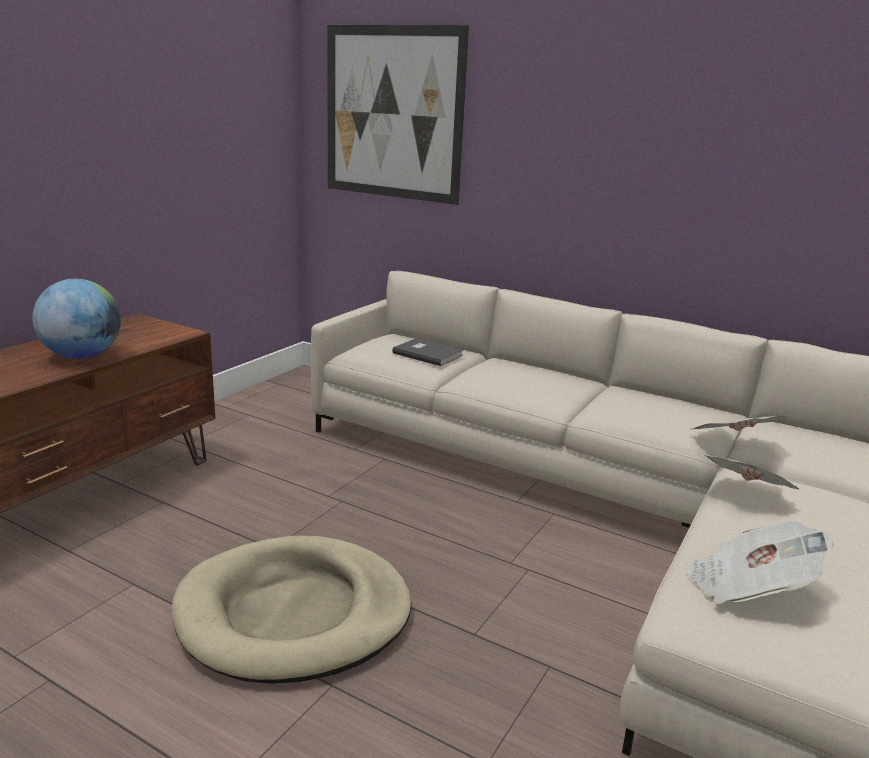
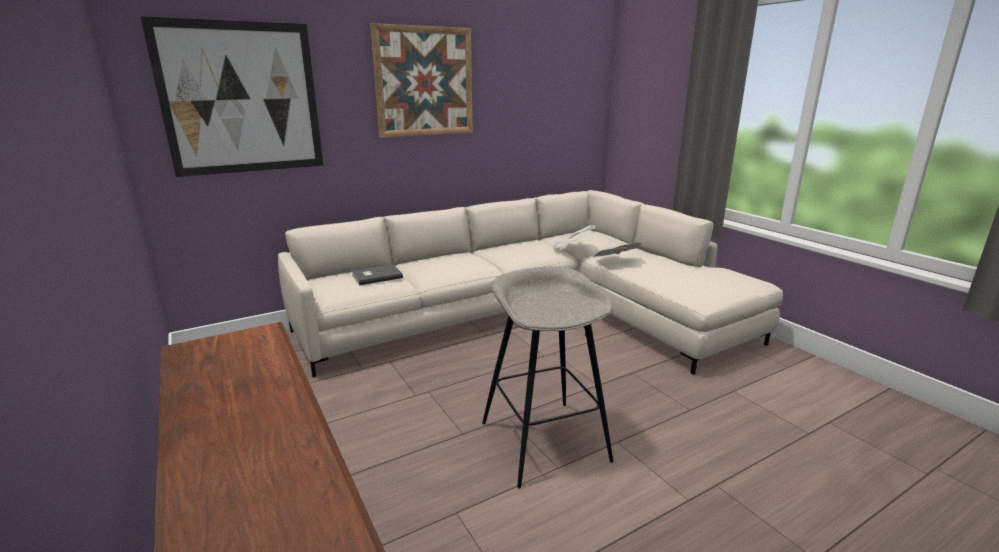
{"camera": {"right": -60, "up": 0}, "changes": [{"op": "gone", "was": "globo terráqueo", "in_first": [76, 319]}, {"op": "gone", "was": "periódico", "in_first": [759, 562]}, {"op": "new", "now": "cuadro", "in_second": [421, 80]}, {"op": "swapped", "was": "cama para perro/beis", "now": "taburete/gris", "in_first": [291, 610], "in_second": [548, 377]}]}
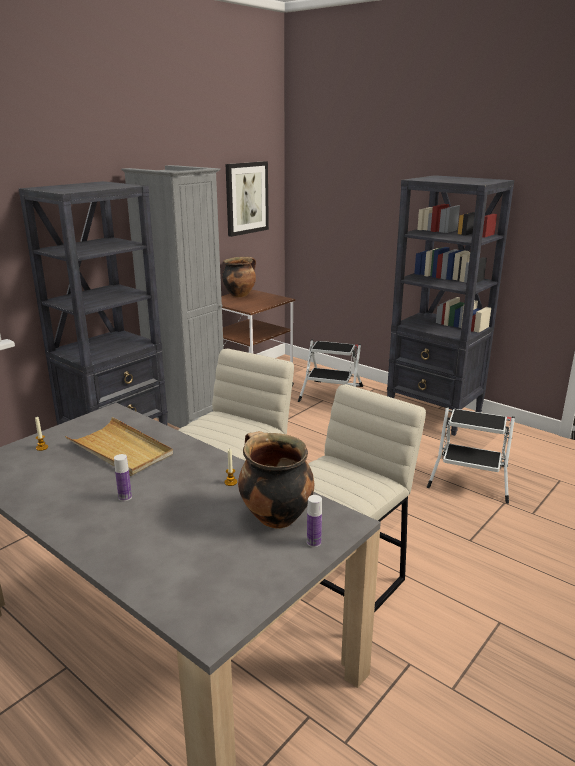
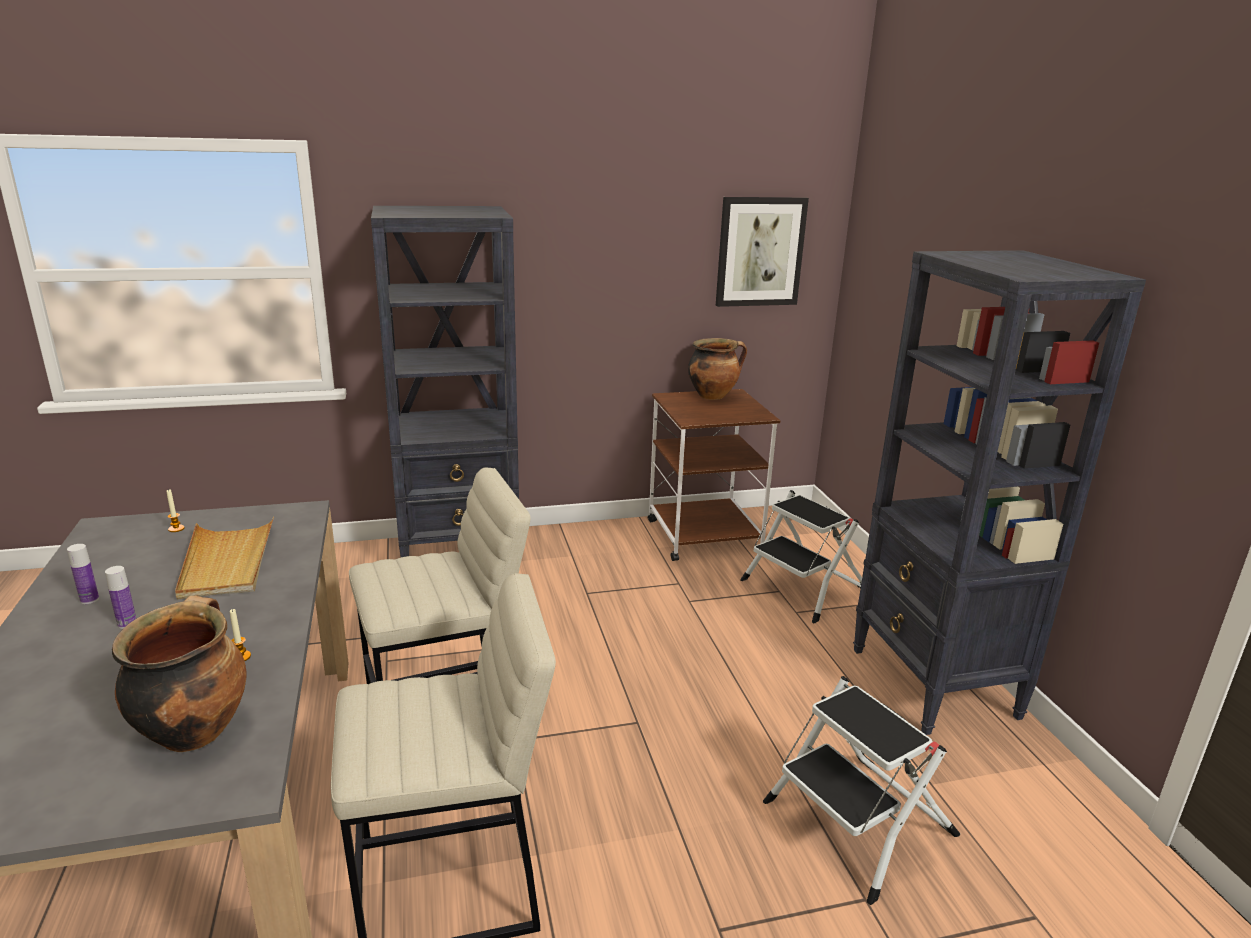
{"camera": {"right": 35, "up": 0}, "changes": [{"op": "gone", "was": "armario/gris", "in_first": [172, 296]}, {"op": "shifted", "was": "botella", "in_first": [314, 521], "in_second": [83, 574]}]}
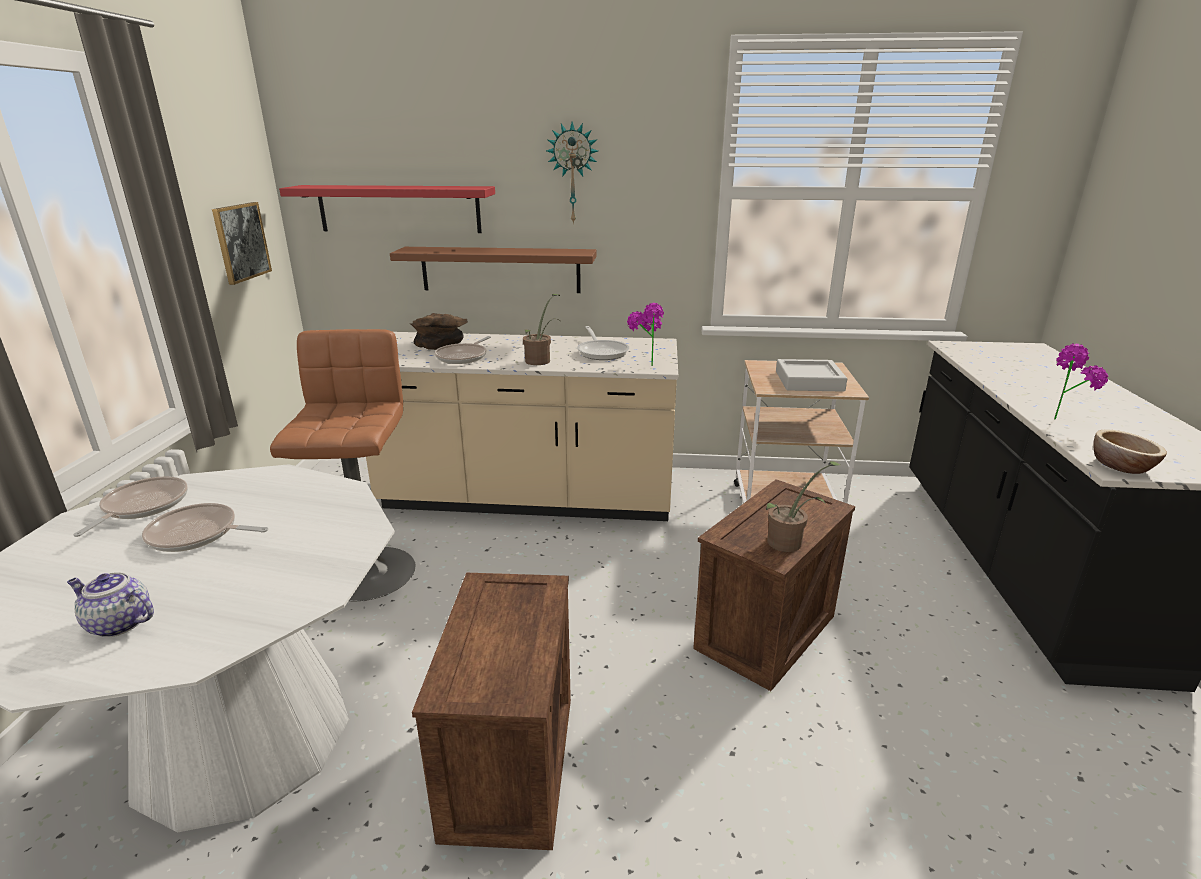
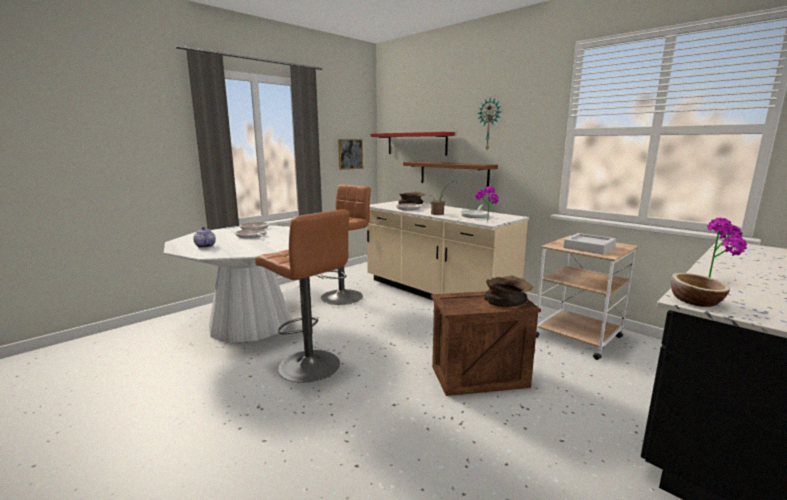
{"camera": {"right": 40, "up": -10}, "changes": [{"op": "gone", "was": "planta en maceta", "in_first": [804, 506]}, {"op": "new", "now": "cuenco/marrón", "in_second": [509, 291]}, {"op": "swapped", "was": "caja de embalaje", "now": "taburete/marrón", "in_first": [491, 711], "in_second": [302, 296]}]}
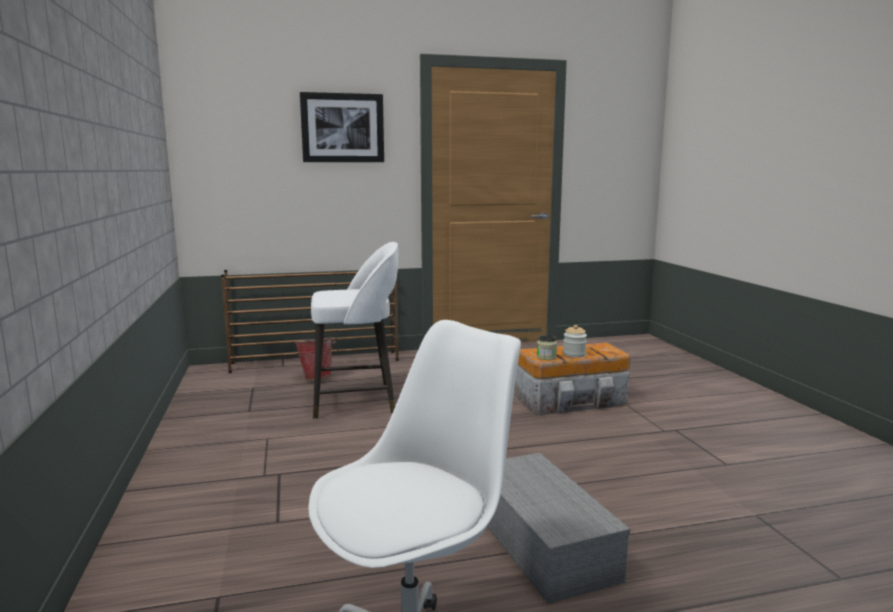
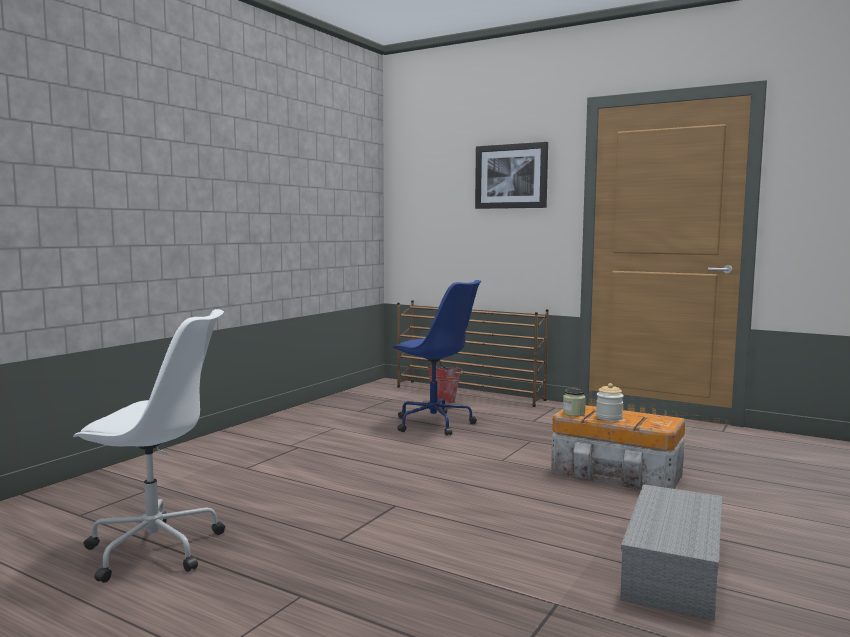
{"camera": {"right": 45, "up": -5}, "changes": [{"op": "shifted", "was": "caja de almacenaje/gris", "in_first": [558, 528], "in_second": [671, 552]}, {"op": "swapped", "was": "taburete/blanco", "now": "silla de oficina/azul", "in_first": [354, 330], "in_second": [437, 358]}]}
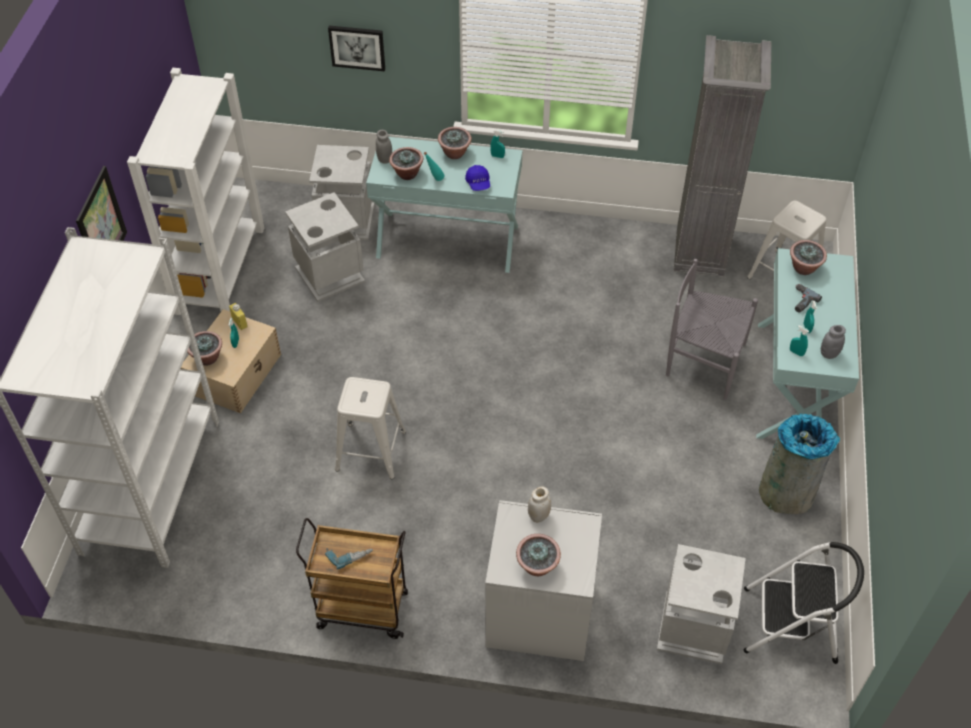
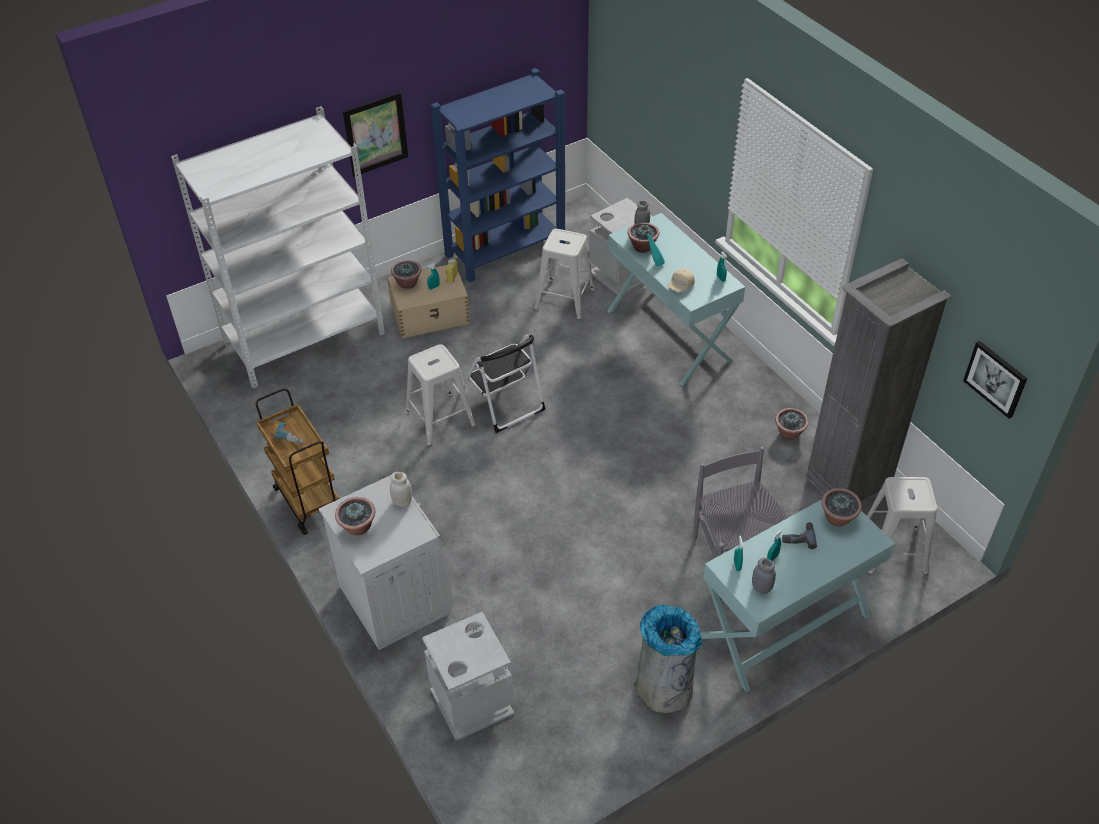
{"camera": {"right": 50, "up": -5}, "changes": [{"op": "shifted", "was": "cuadro", "in_first": [356, 48], "in_second": [995, 380]}, {"op": "shifted", "was": "planta en maceta", "in_first": [455, 143], "in_second": [792, 424]}, {"op": "shifted", "was": "escalera de tijera", "in_first": [804, 603], "in_second": [504, 384]}, {"op": "swapped", "was": "papelera/gris", "now": "taburete/blanco", "in_first": [325, 247], "in_second": [564, 274]}, {"op": "repainted", "was": "estantería/blanco", "now": "estantería/azul", "in_first": [195, 191], "in_second": [498, 175]}, {"op": "repainted", "was": "gorra/azul", "now": "gorra/beis", "in_first": [477, 178], "in_second": [681, 280]}]}
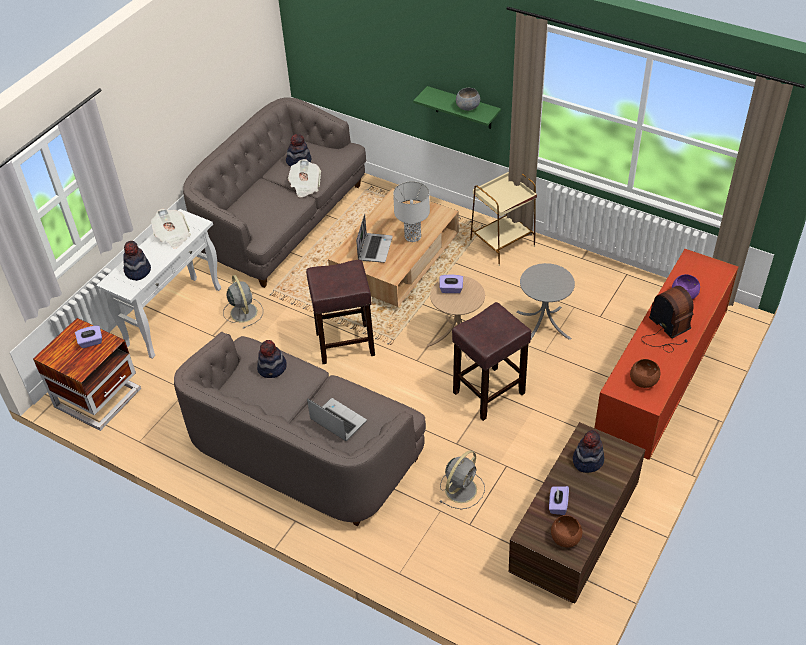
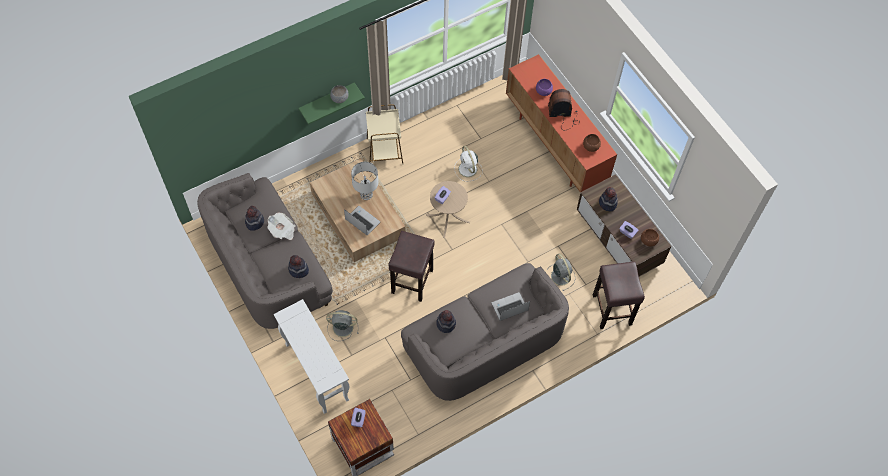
{"camera": {"right": -65, "up": 15}, "changes": [{"op": "gone", "was": "periódico", "in_first": [171, 229]}, {"op": "shifted", "was": "sombrero", "in_first": [137, 261], "in_second": [298, 266]}, {"op": "shifted", "was": "taburete/marrón", "in_first": [492, 361], "in_second": [619, 295]}, {"op": "swapped", "was": "mesa auxiliar/gris", "now": "ventilador/blanco", "in_first": [546, 301], "in_second": [468, 164]}]}
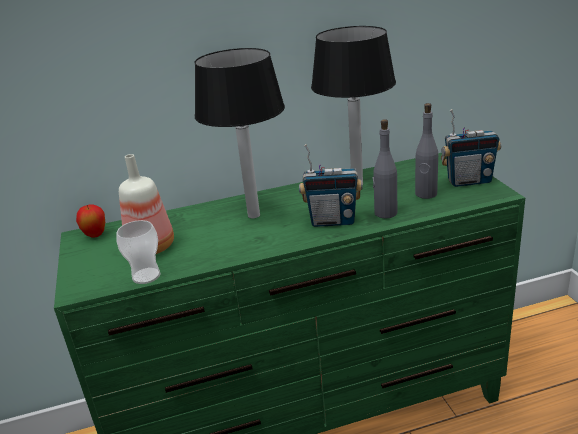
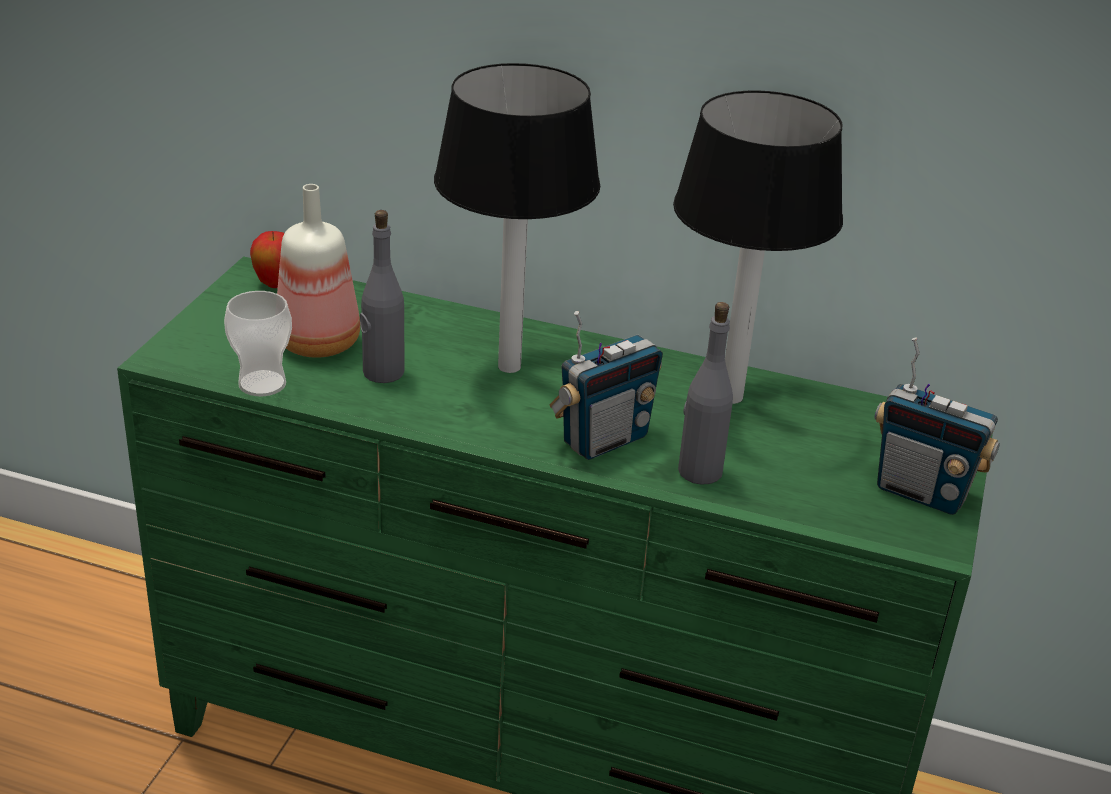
{"camera": {"right": 30, "up": 5}, "changes": [{"op": "shifted", "was": "botella/gris", "in_first": [426, 151], "in_second": [382, 296]}, {"op": "rotated", "was": "radio", "in_first": [330, 185], "in_second": [606, 385], "clockwise": -75}]}
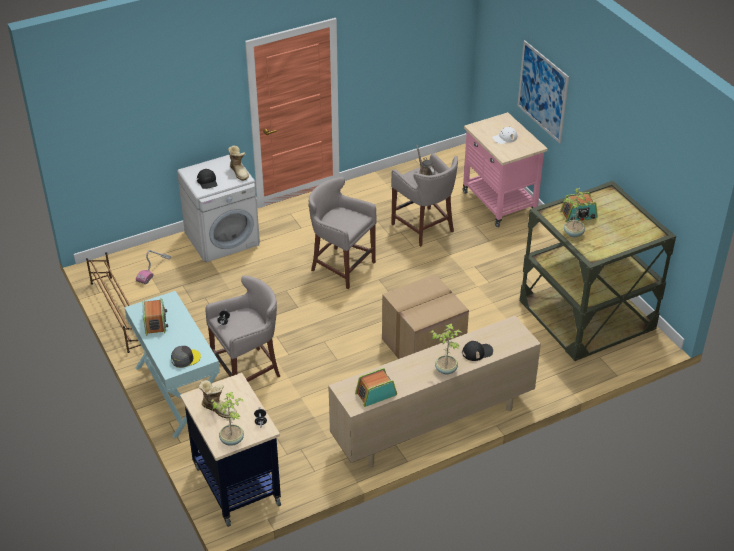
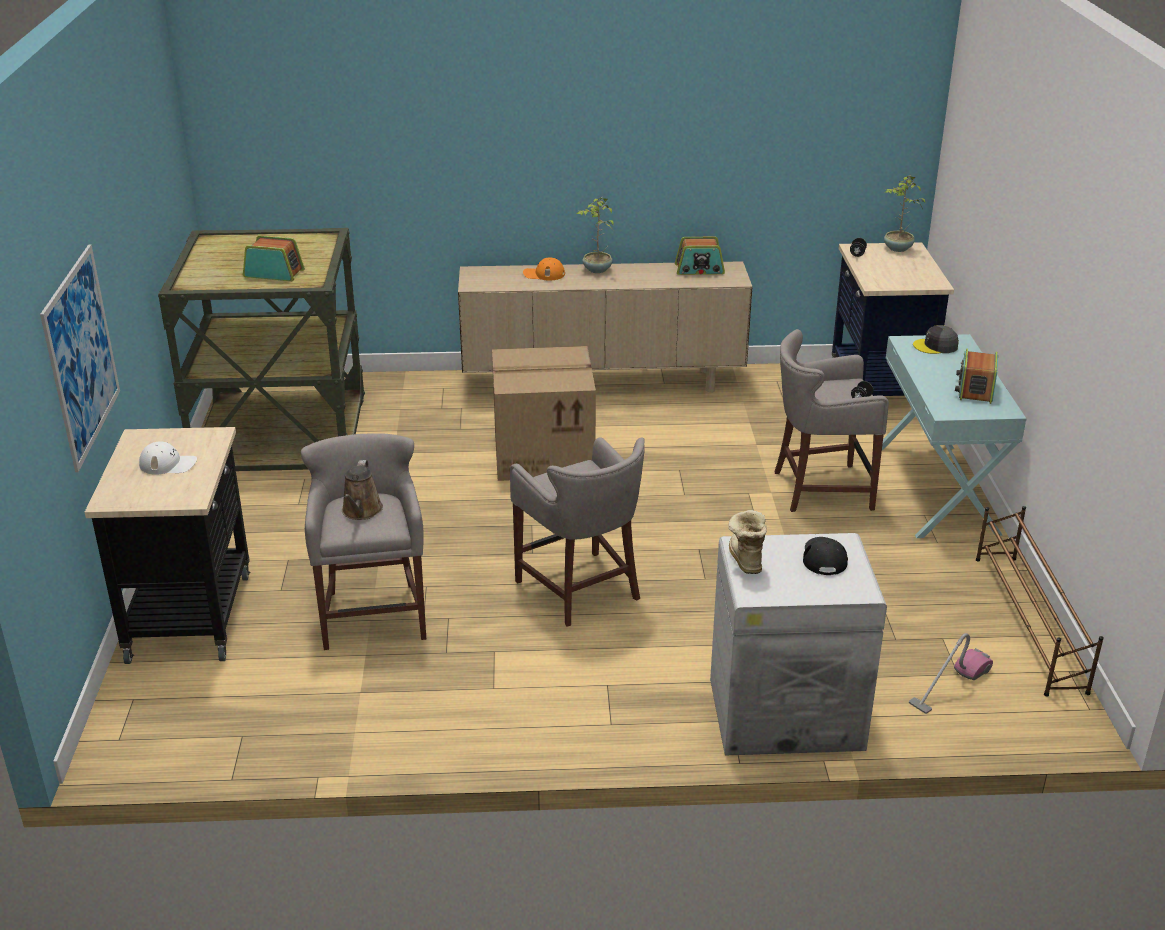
{"camera": {"right": -155, "up": -10}, "changes": [{"op": "gone", "was": "bota", "in_first": [218, 399]}, {"op": "gone", "was": "planta en maceta", "in_first": [579, 212]}, {"op": "repainted", "was": "carrito/rosa", "now": "carrito/negro", "in_first": [505, 169], "in_second": [167, 545]}, {"op": "repainted", "was": "gorra/negro", "now": "gorra/naranja", "in_first": [477, 351], "in_second": [544, 269]}]}
